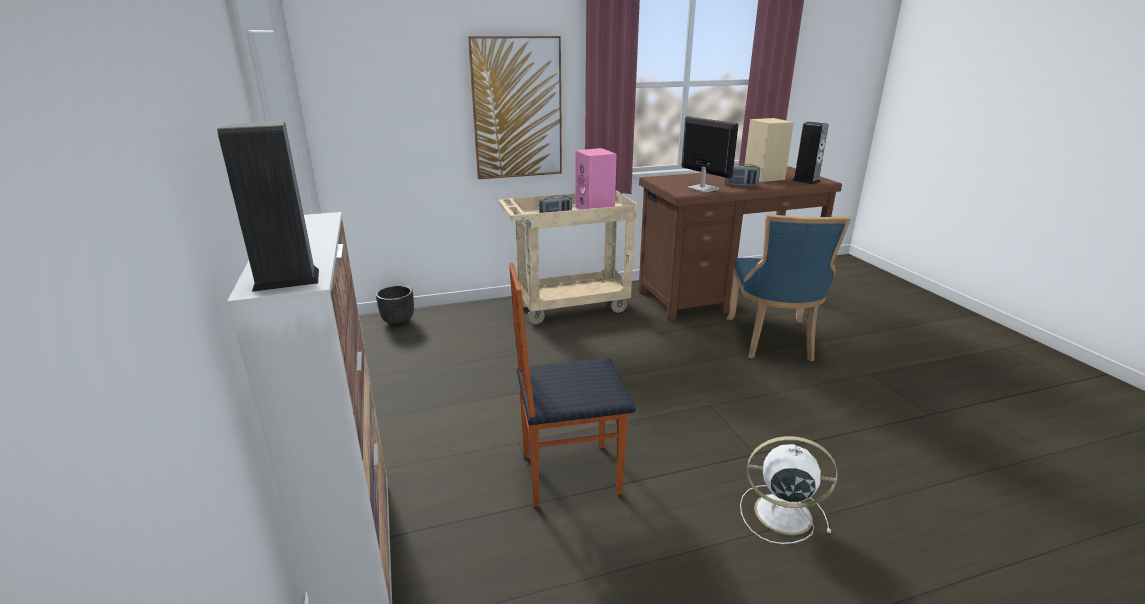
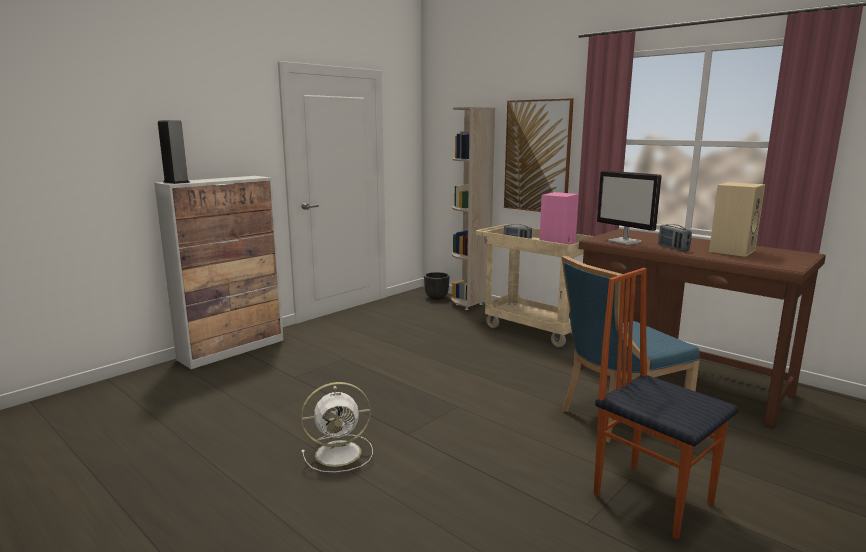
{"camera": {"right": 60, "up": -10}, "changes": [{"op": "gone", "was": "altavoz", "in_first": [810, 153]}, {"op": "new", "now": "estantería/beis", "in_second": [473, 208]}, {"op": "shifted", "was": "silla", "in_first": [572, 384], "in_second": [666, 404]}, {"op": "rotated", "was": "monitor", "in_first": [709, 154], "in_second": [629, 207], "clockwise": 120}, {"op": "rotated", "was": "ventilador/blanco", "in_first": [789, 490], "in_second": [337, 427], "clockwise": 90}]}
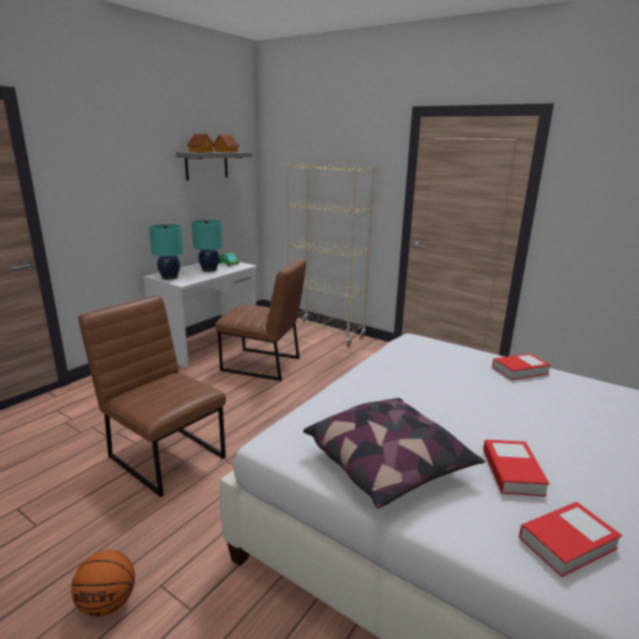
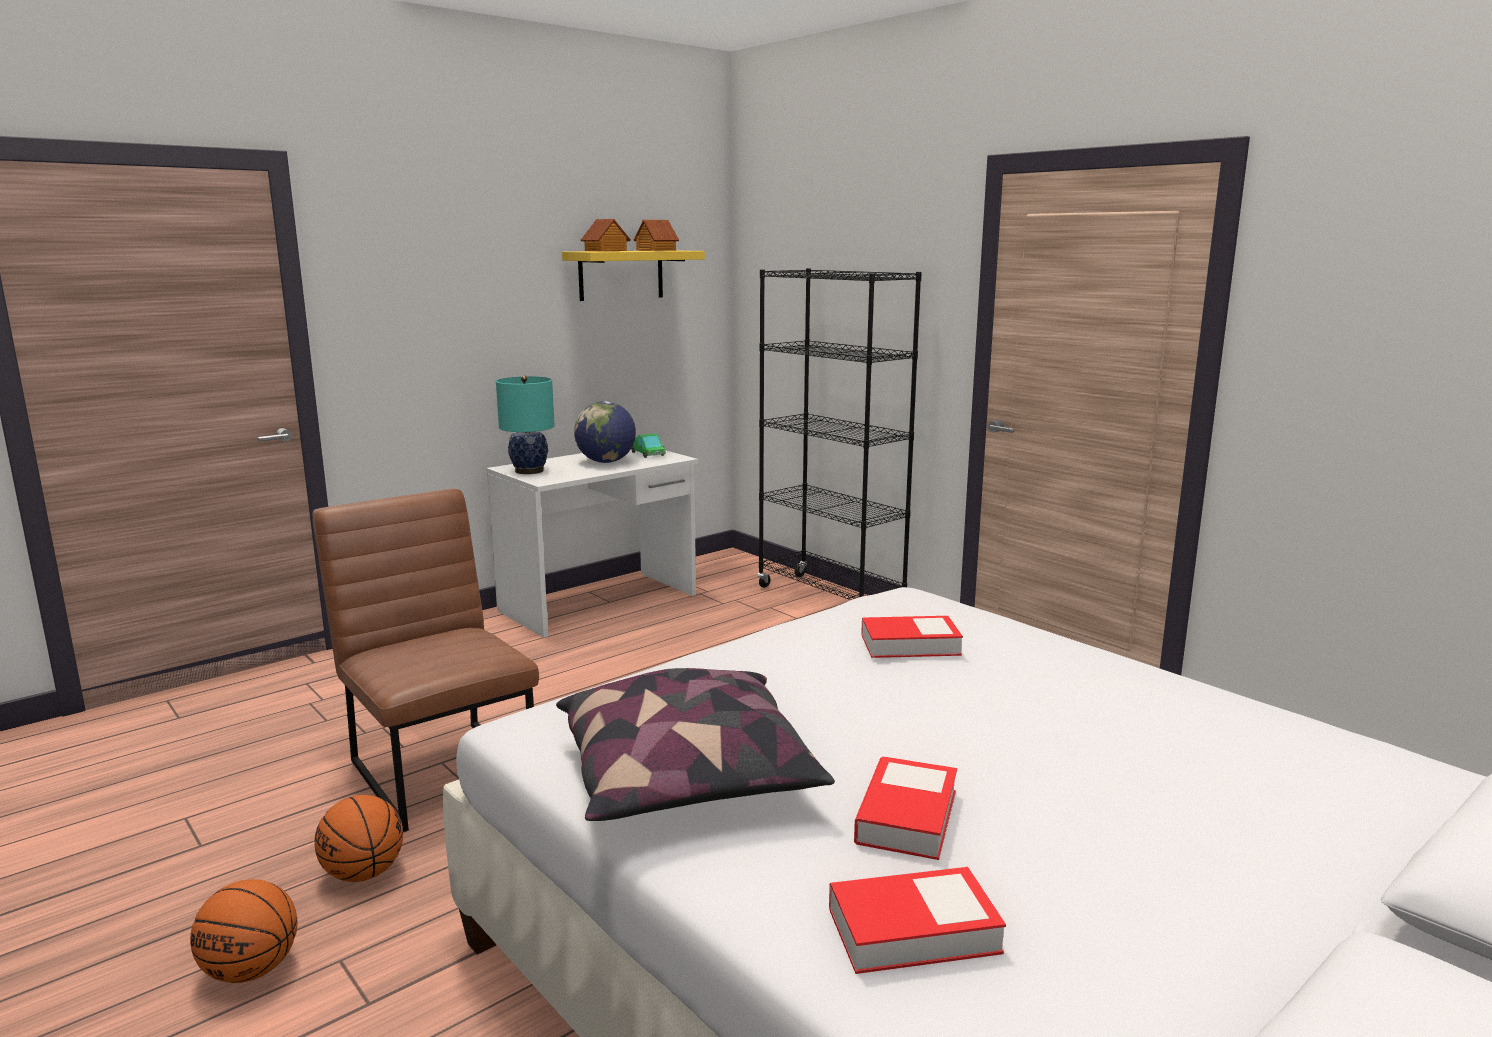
{"camera": {"right": 15, "up": -5}, "changes": [{"op": "gone", "was": "silla/marrón", "in_first": [260, 319]}, {"op": "new", "now": "balón de baloncesto", "in_second": [358, 838]}, {"op": "shifted", "was": "libro", "in_first": [521, 366], "in_second": [912, 637]}, {"op": "swapped", "was": "lámpara de mesa/turquesa", "now": "globo terráqueo", "in_first": [207, 245], "in_second": [605, 432]}, {"op": "repainted", "was": "estante/gris", "now": "estante/amarillo", "in_first": [214, 166], "in_second": [633, 276]}, {"op": "repainted", "was": "estantería/beis", "now": "estantería/negro", "in_first": [331, 255], "in_second": [839, 434]}]}
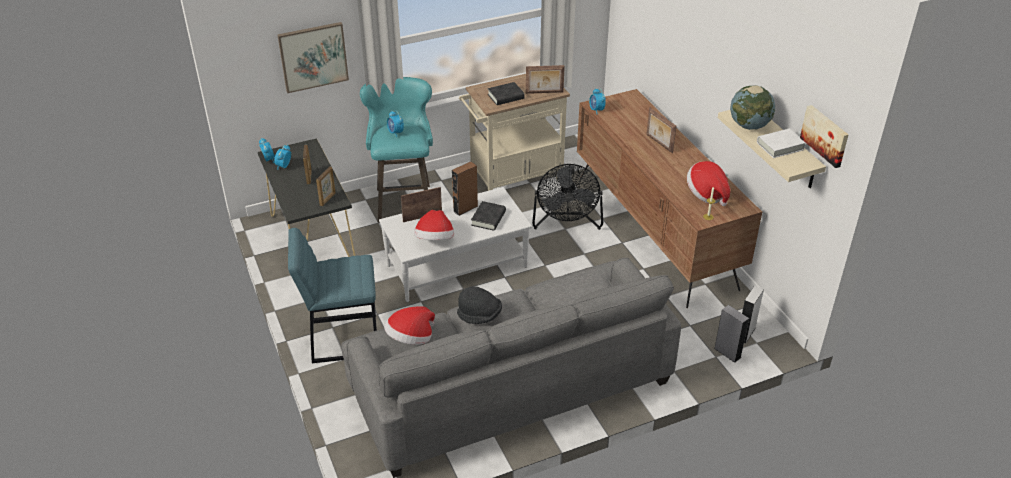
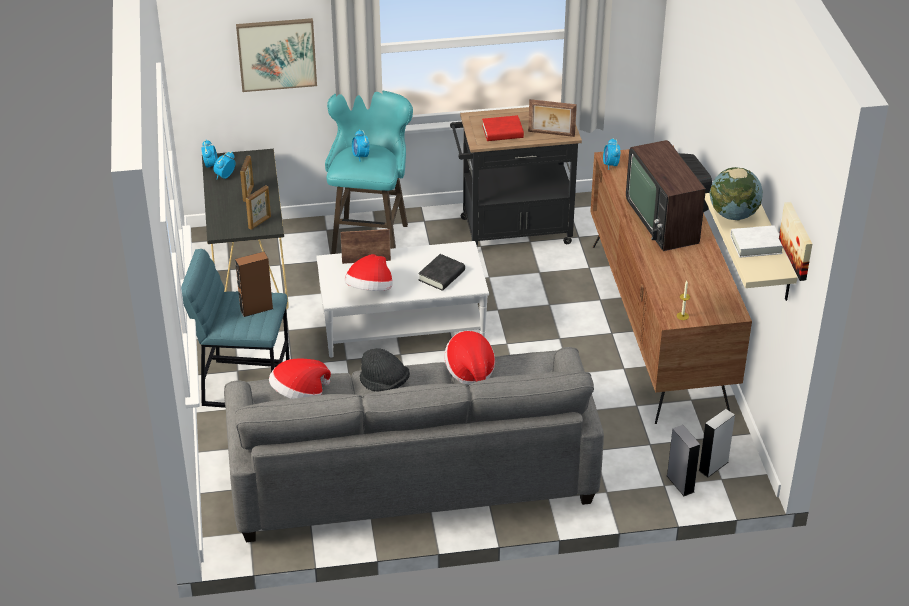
{"camera": {"right": 15, "up": 0}, "changes": [{"op": "gone", "was": "ventilador/negro", "in_first": [567, 196]}, {"op": "shifted", "was": "altavoz/marrón", "in_first": [465, 188], "in_second": [254, 284]}, {"op": "shifted", "was": "sombrero", "in_first": [708, 183], "in_second": [470, 358]}, {"op": "swapped", "was": "portarretratos", "now": "televisor", "in_first": [661, 130], "in_second": [669, 195]}, {"op": "repainted", "was": "carrito/beis", "now": "carrito/negro", "in_first": [514, 132], "in_second": [516, 176]}, {"op": "repainted", "was": "libro/negro", "now": "libro/rojo", "in_first": [506, 93], "in_second": [503, 128]}]}
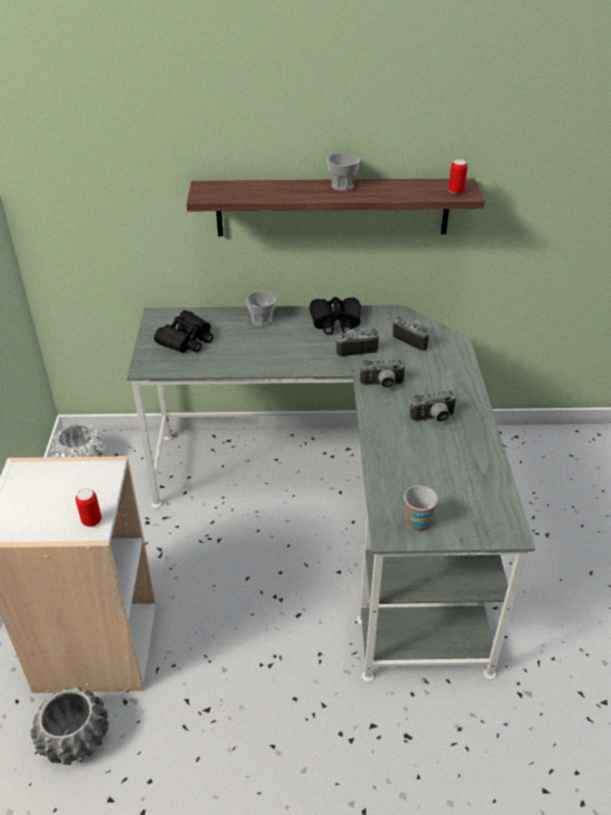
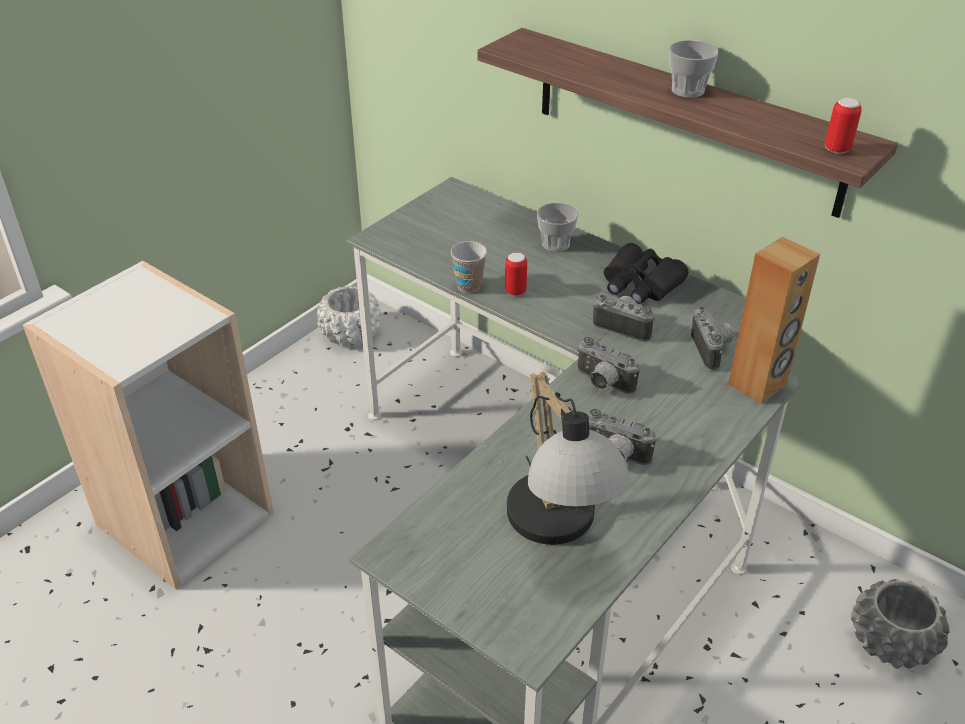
{"camera": {"right": 40, "up": 0}, "changes": [{"op": "gone", "was": "prismáticos/negro", "in_first": [183, 331]}, {"op": "new", "now": "lámpara de mesa", "in_second": [568, 458]}, {"op": "new", "now": "altavoz/marrón", "in_second": [774, 320]}, {"op": "shifted", "was": "maceta/gris", "in_first": [69, 725], "in_second": [900, 624]}, {"op": "shifted", "was": "lata", "in_first": [89, 508], "in_second": [516, 274]}, {"op": "shifted", "was": "taza", "in_first": [421, 509], "in_second": [469, 267]}]}
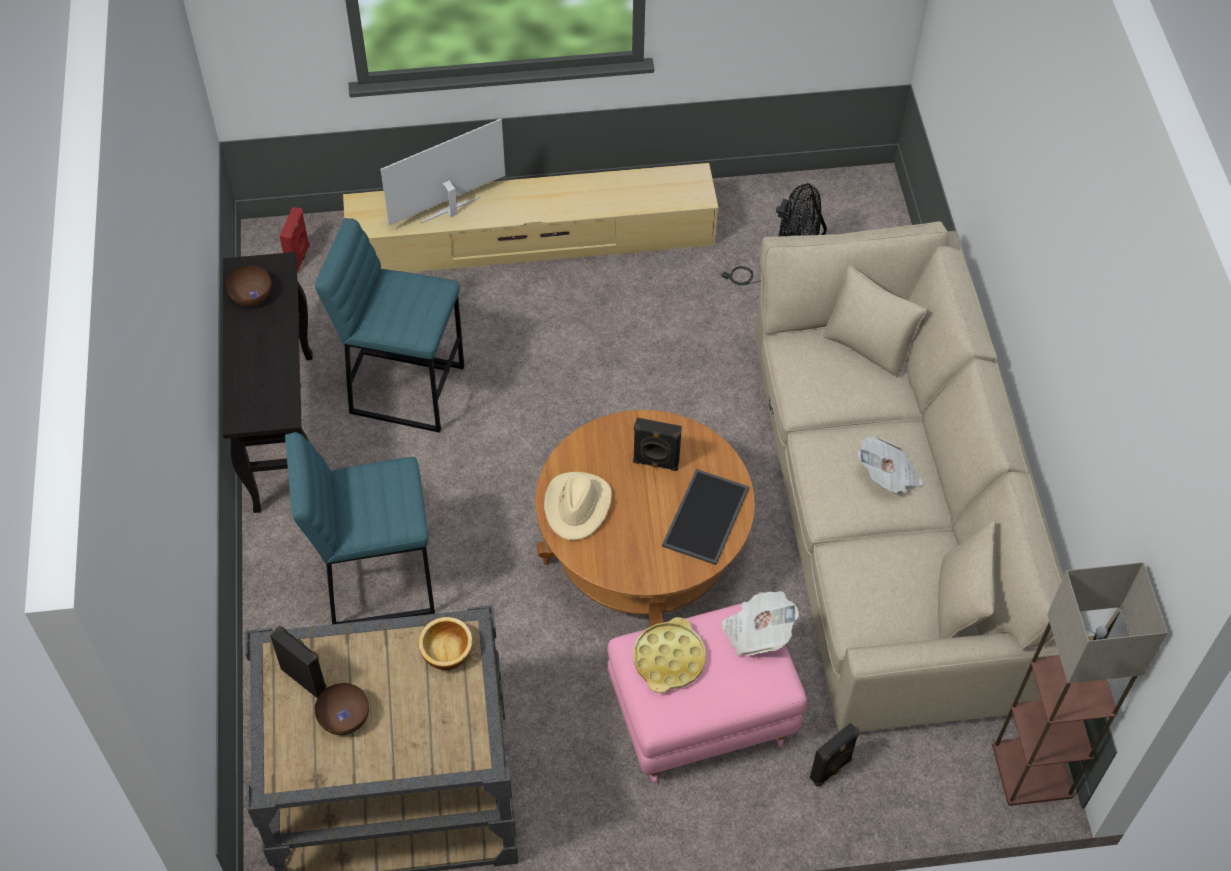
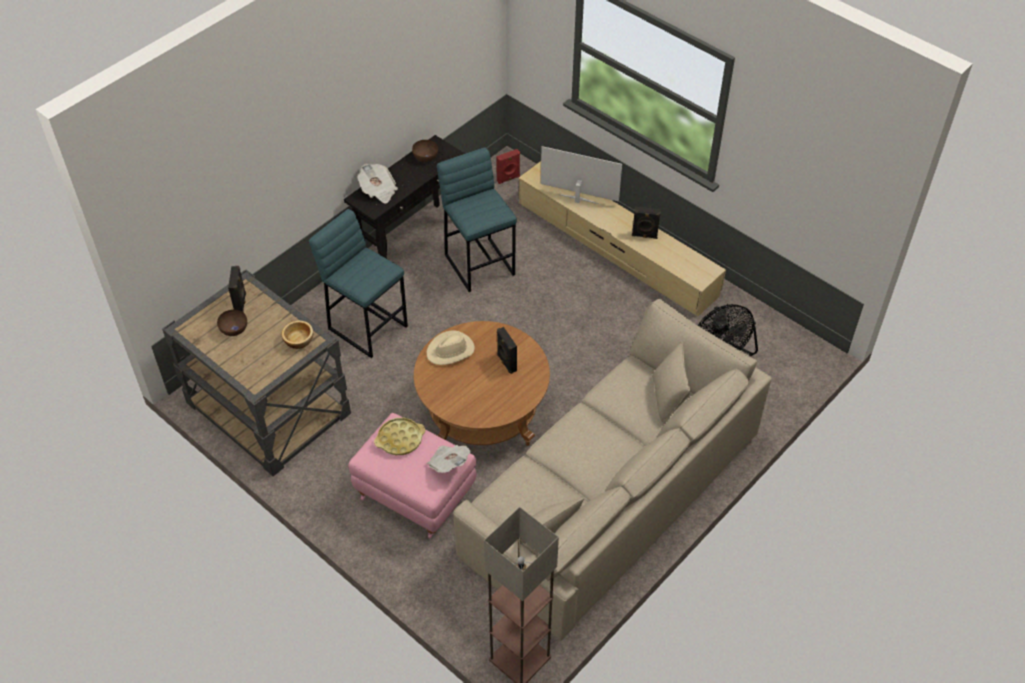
{"camera": {"right": 50, "up": -5}, "changes": [{"op": "gone", "was": "bandeja", "in_first": [705, 517]}, {"op": "shifted", "was": "altavoz/negro", "in_first": [834, 755], "in_second": [646, 223]}, {"op": "shifted", "was": "periódico", "in_first": [890, 464], "in_second": [377, 184]}]}
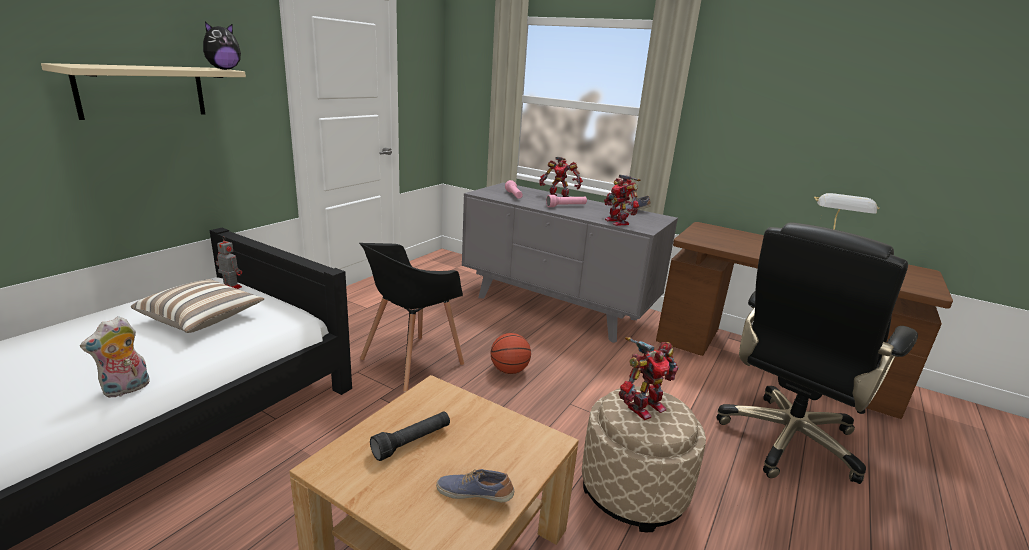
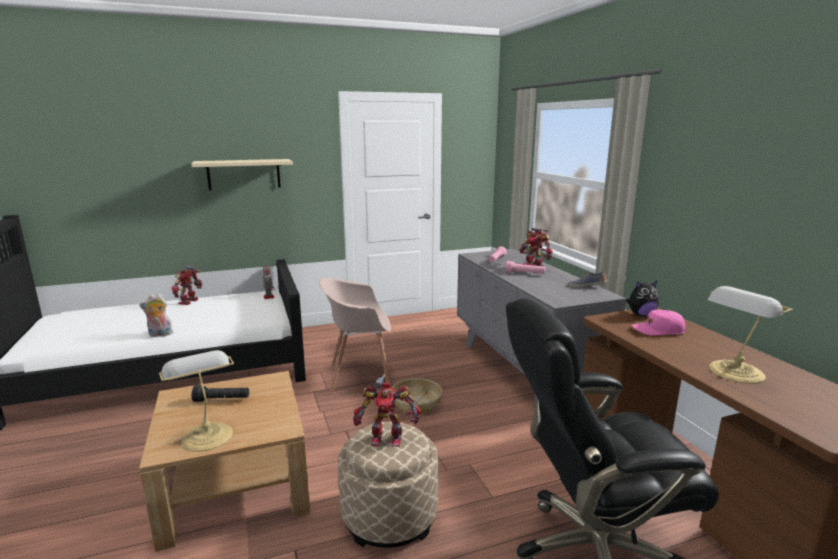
{"camera": {"right": 40, "up": -5}, "changes": [{"op": "gone", "was": "cojín", "in_first": [197, 306]}, {"op": "new", "now": "gorra/rosa", "in_second": [659, 323]}, {"op": "shifted", "was": "peluche", "in_first": [222, 46], "in_second": [642, 298]}, {"op": "shifted", "was": "robot de juguete", "in_first": [622, 200], "in_second": [186, 285]}, {"op": "swapped", "was": "zapato", "now": "lámpara de mesa", "in_first": [475, 485], "in_second": [196, 401]}, {"op": "swapped", "was": "balón de baloncesto", "now": "cesta", "in_first": [511, 353], "in_second": [417, 396]}, {"op": "repainted", "was": "silla/negro", "now": "silla/beis", "in_first": [411, 317], "in_second": [355, 335]}]}
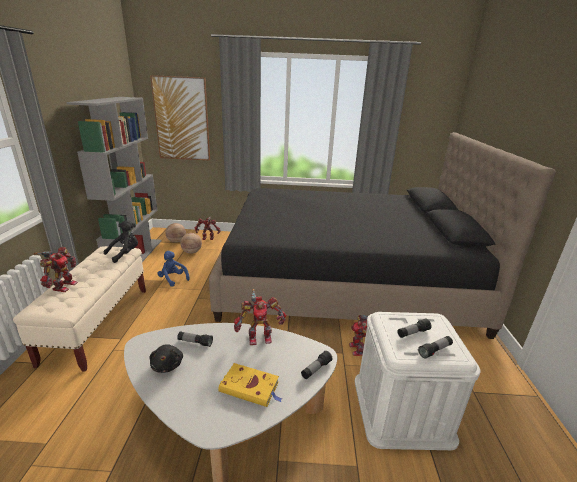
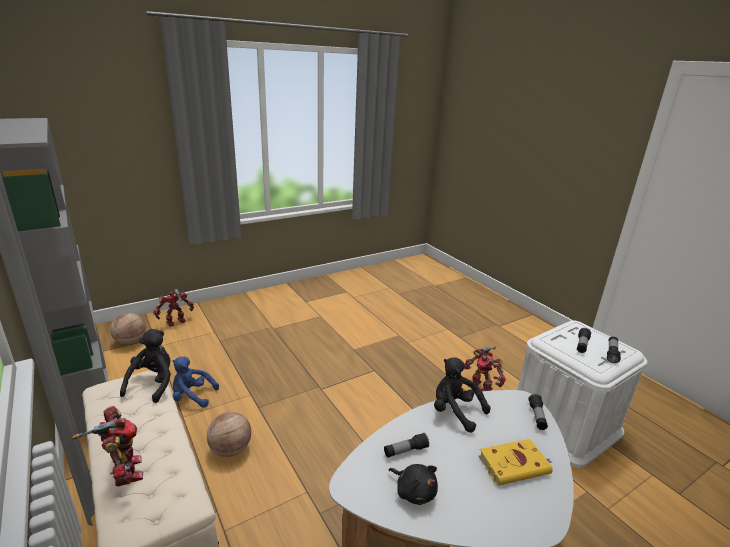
{"camera": {"right": -35, "up": 0}, "changes": [{"op": "gone", "was": "cuadro", "in_first": [180, 117]}, {"op": "gone", "was": "cama/negro", "in_first": [382, 235]}, {"op": "shifted", "was": "balón de baloncesto", "in_first": [191, 243], "in_second": [229, 434]}, {"op": "swapped", "was": "robot de juguete", "now": "peluche/negro", "in_first": [260, 317], "in_second": [462, 395]}]}
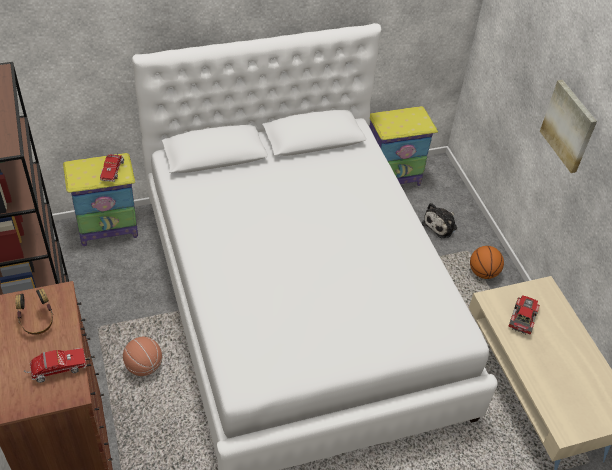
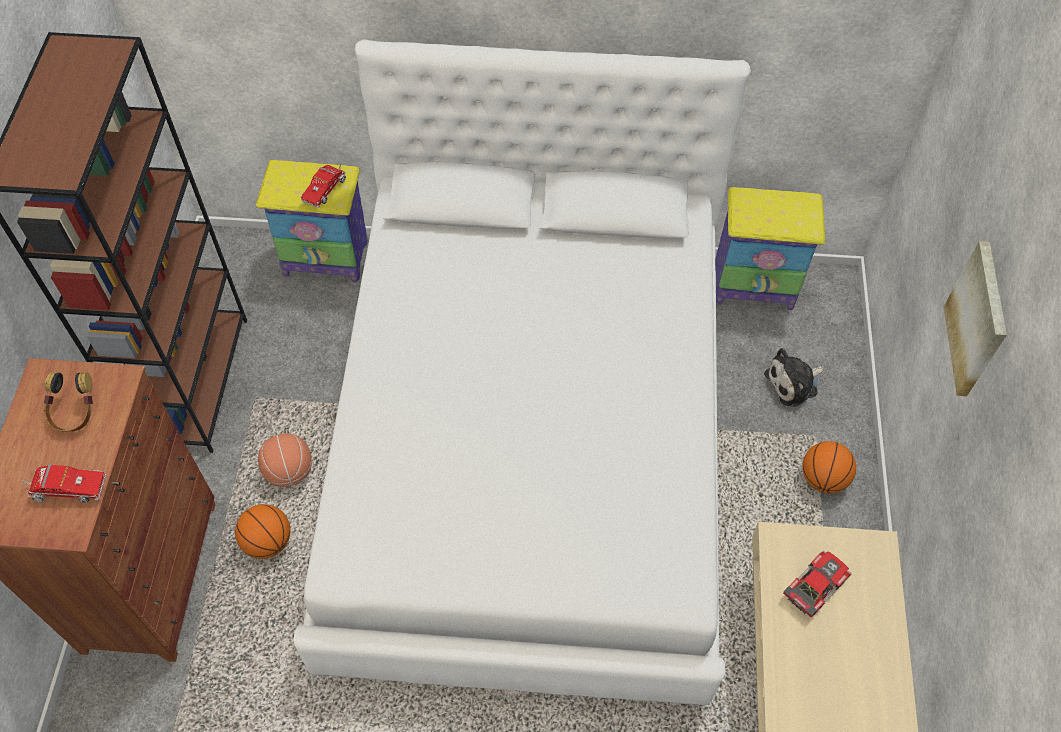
{"camera": {"right": 25, "up": 10}, "changes": [{"op": "new", "now": "balón de baloncesto", "in_second": [262, 531]}]}
